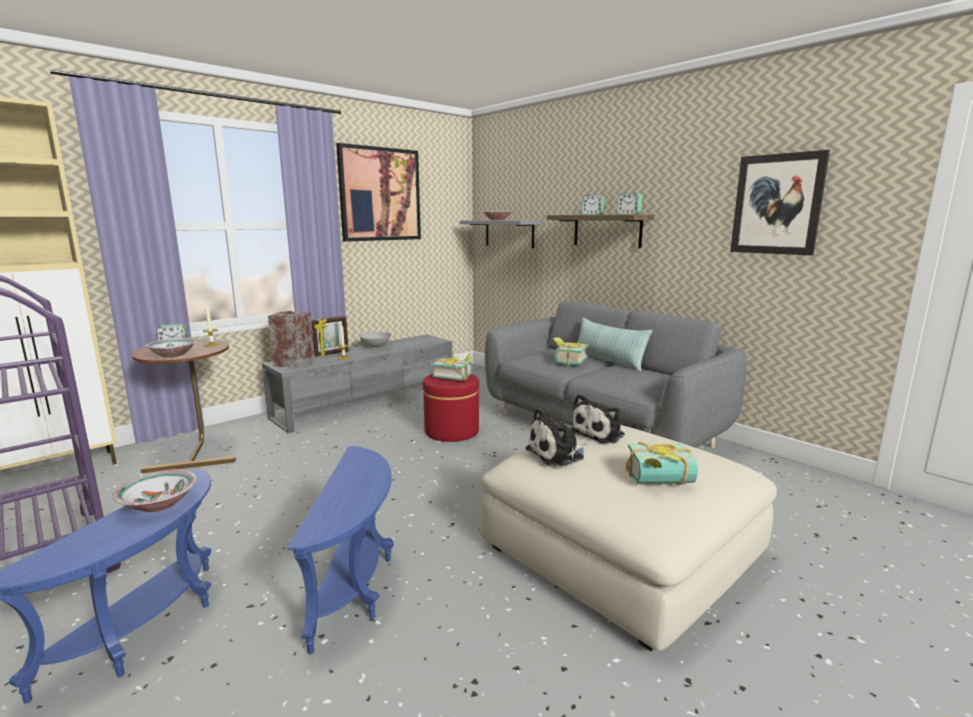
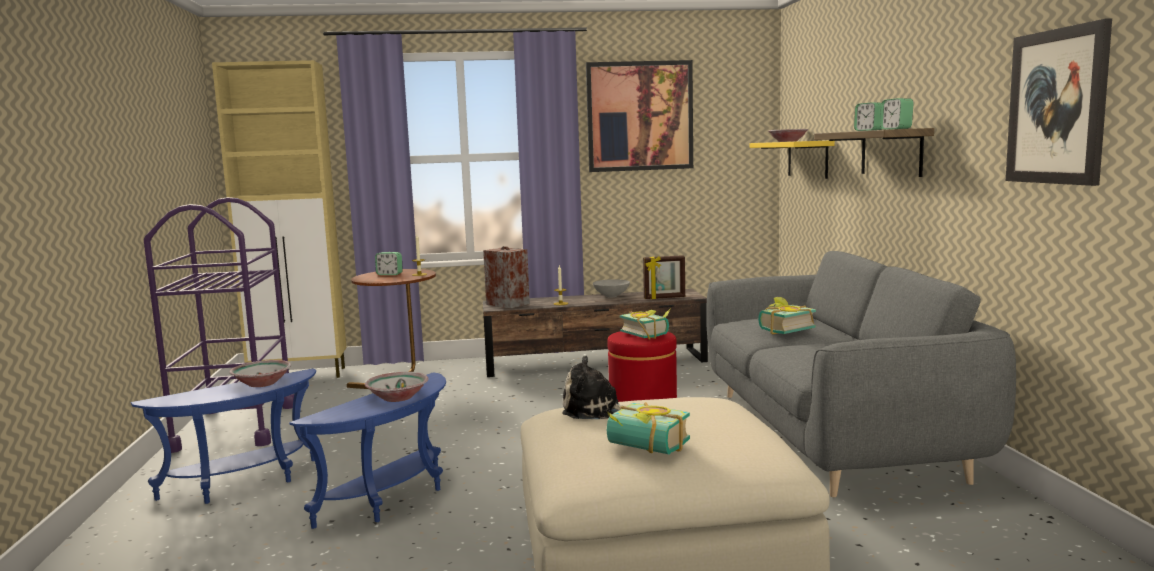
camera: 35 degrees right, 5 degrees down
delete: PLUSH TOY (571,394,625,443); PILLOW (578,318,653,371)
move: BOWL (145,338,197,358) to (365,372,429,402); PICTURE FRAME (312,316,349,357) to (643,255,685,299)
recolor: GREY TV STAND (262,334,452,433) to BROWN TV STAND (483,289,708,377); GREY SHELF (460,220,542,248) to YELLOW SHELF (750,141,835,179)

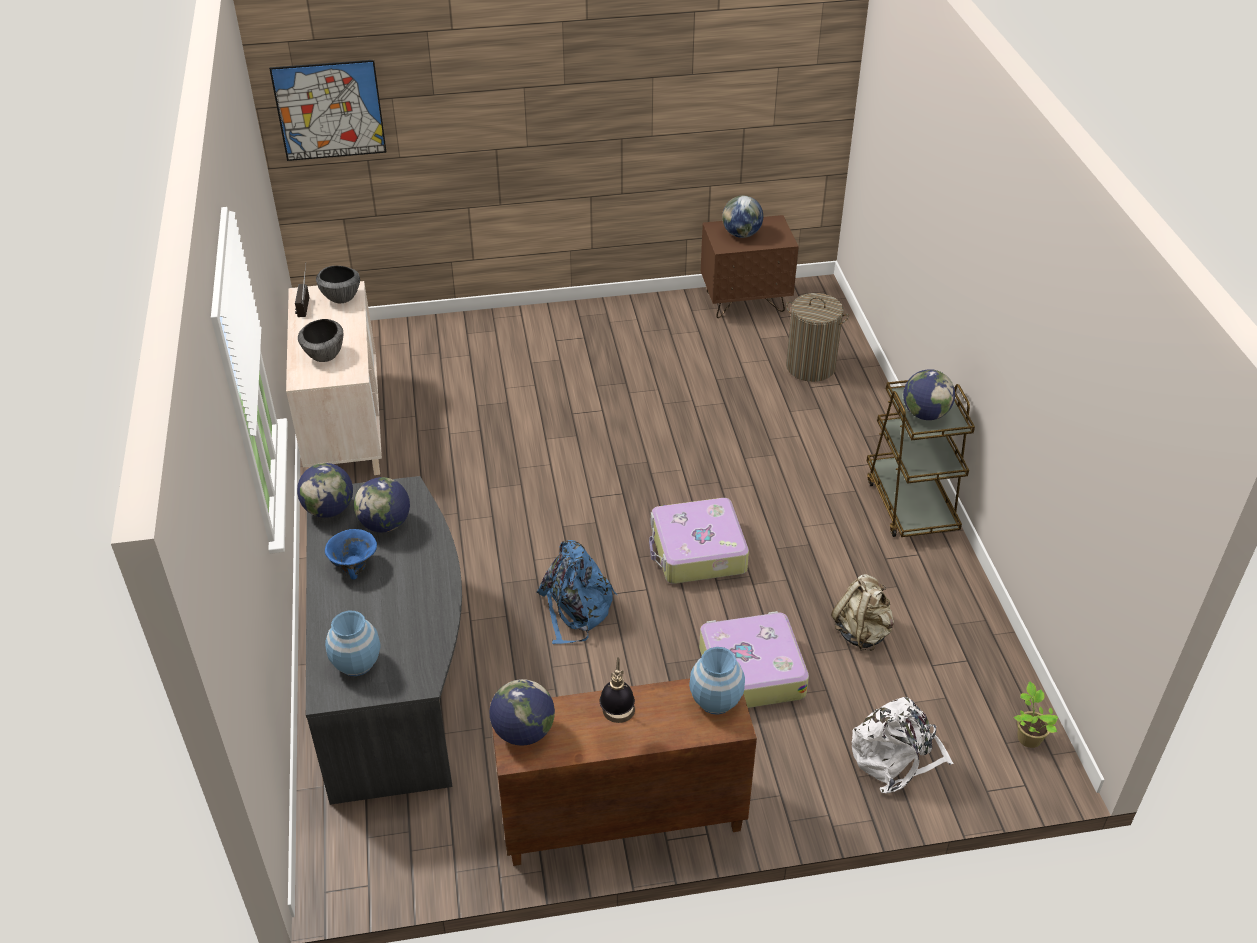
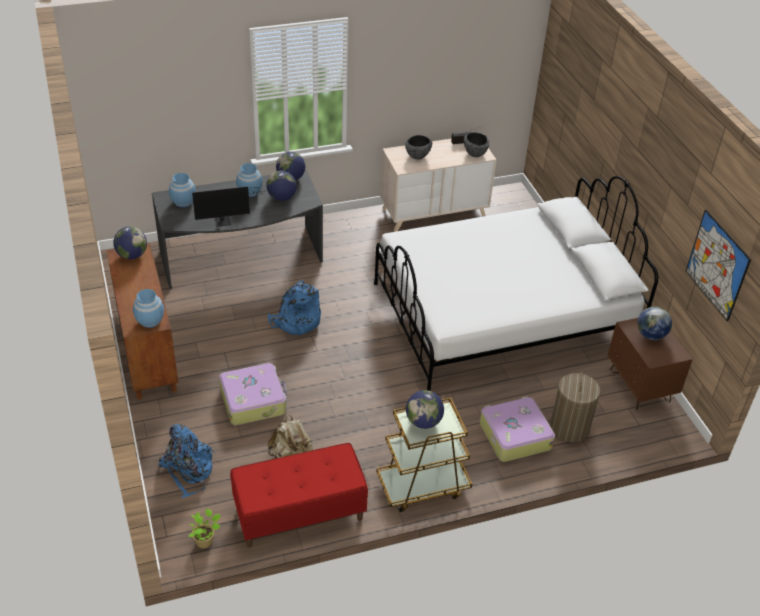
camera: 80 degrees right, 0 degrees up
delete: TABLE LAMP (600,657,635,723)
insert: MONITOR (192,187,262,227); RED BENCH (230,443,368,548); WHITE BED (374,176,659,391)
move: SUITCASE (649,498,749,584) to (480,396,555,462); PICTURE (269,60,387,161) to (686,210,751,322)
replace: BLUE BOWL (325,529,377,580) to BLUE VASE (236,163,263,197)
recolor: WHITE BACKPACK (852,697,954,793) to BLUE BACKPACK (158,424,214,498)

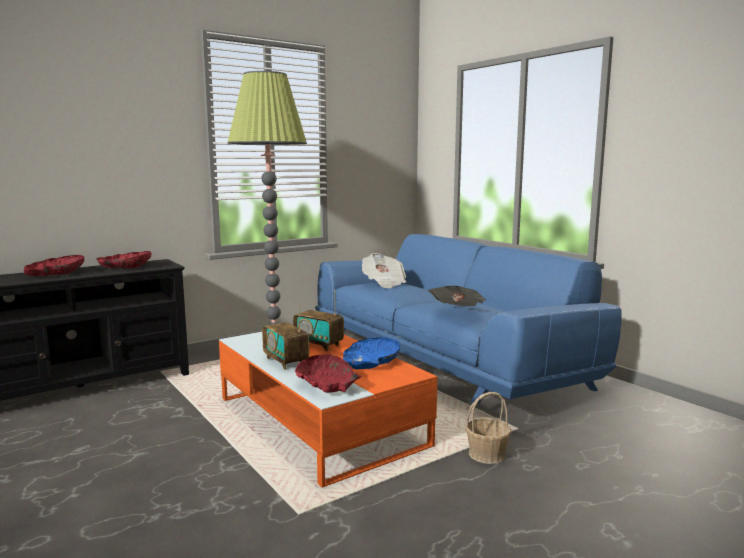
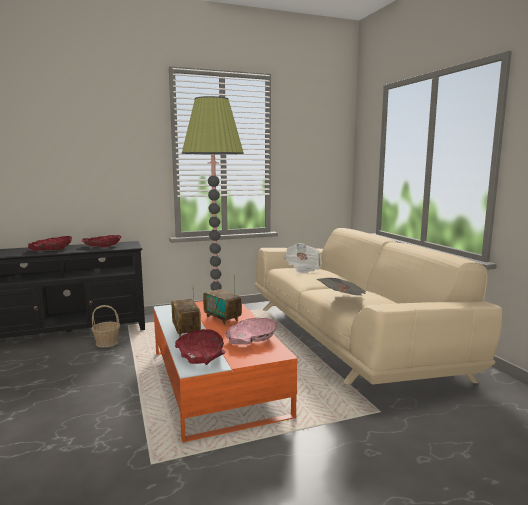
camera: 15 degrees right, 0 degrees up
move: BASKET (465,392,511,464) to (92,305,120,348)
recolor: BLUE BOWL (343,337,400,369) to PINK BOWL (225,318,277,345); BLUE SOFA (315,234,621,405) to BEIGE SOFA (255,228,502,385)

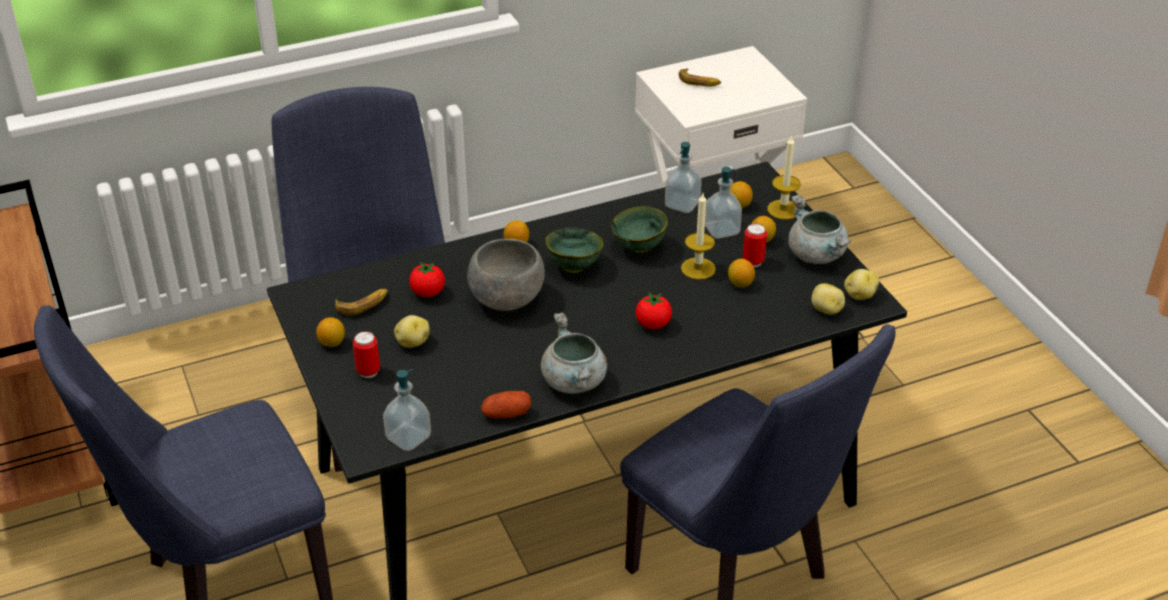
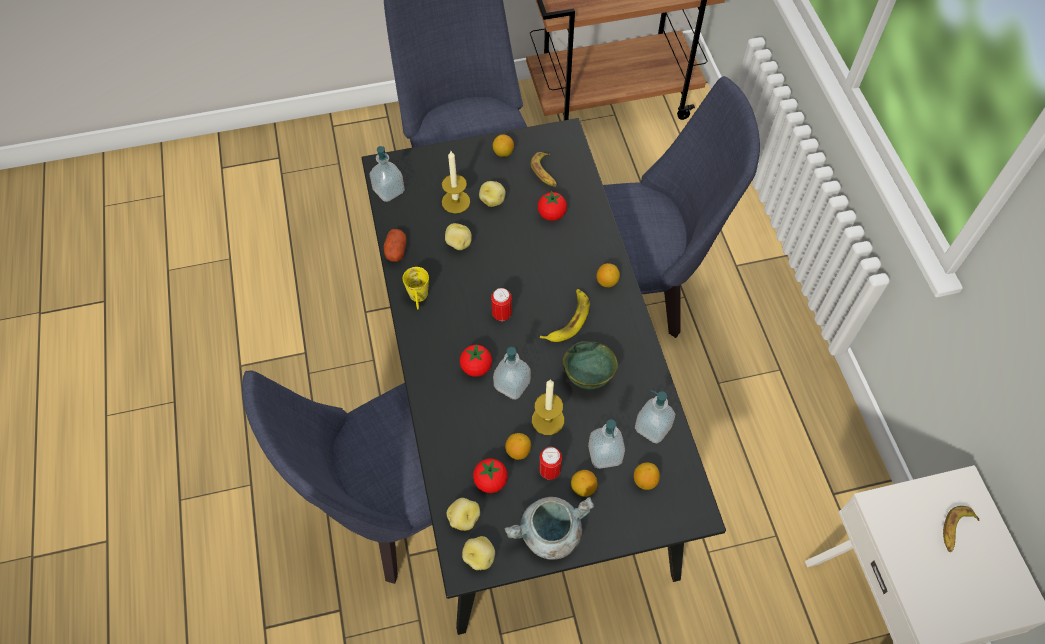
camera: 100 degrees right, 20 degrees up
delete: GREY BOWL (467,239,545,311)
insert: POTATO (445,223,472,250); TOMATO (473,459,508,493); SOAP DISPENSER (493,347,531,399)
move: CANDLE (767,135,801,220) to (442,151,470,213); CAN (353,331,380,378) to (491,288,512,321)
replace: GREY COOKING POT (541,313,607,394) to YELLOW MUG (403,267,429,309); GREEN BOWL (545,227,603,273) to BANANA (540,289,590,342)

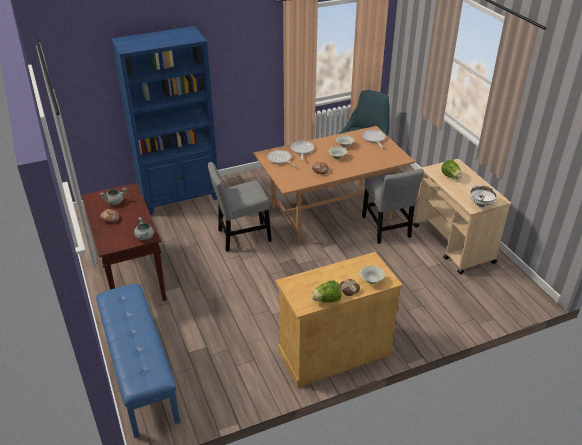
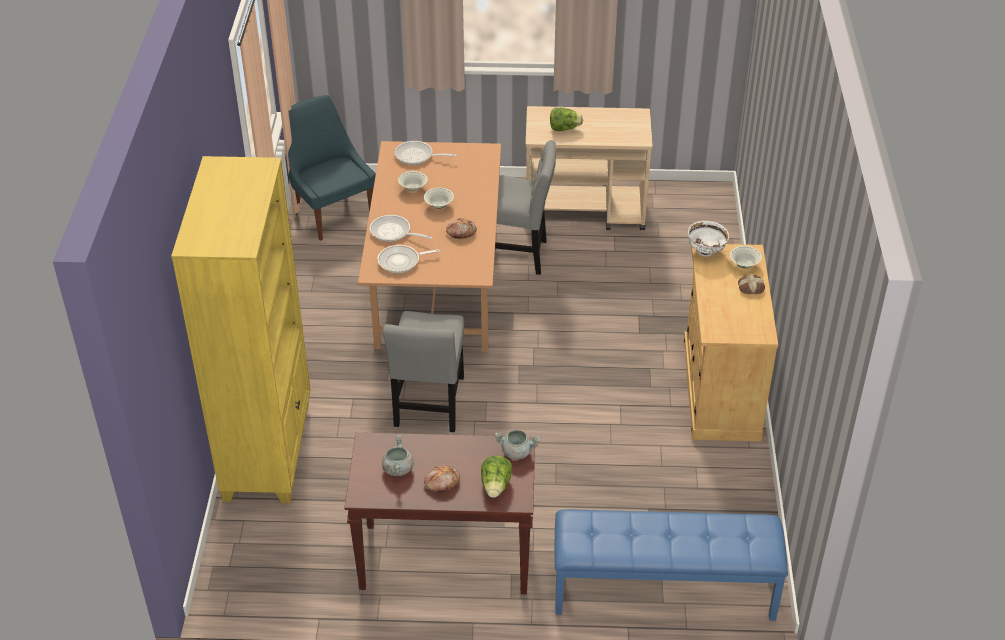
camera: 65 degrees left, 5 degrees up
move: LETTUCE (311,281,342,303) to (481,455,512,498); WHITE BOWL (470,185,498,208) to (688,221,729,256)
recolor: BLUE BOOKCASE (111,26,218,215) to YELLOW BOOKCASE (171,156,311,503)

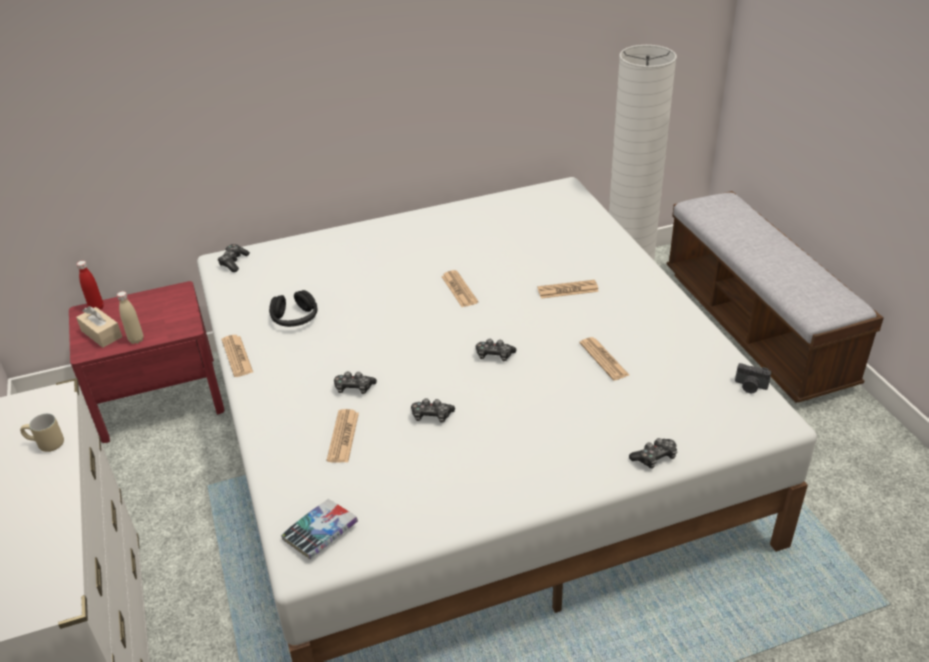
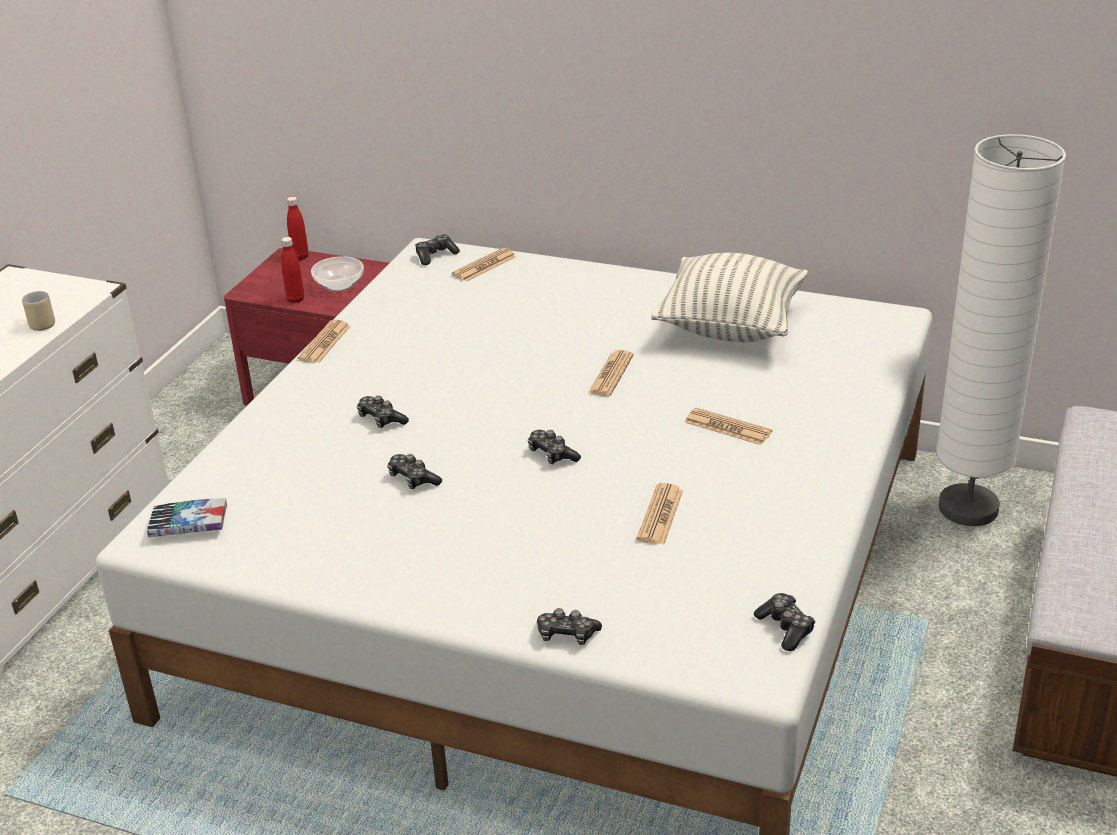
camera: 40 degrees right, 5 degrees down
delete: BEIGE TISSUE BOX (76,306,122,348); BLACK HEADPHONES (269,290,317,327)
insert: BOWL (311,256,364,292); PILLOW (651,253,808,342)
move: NEWSPAPER (327,409,359,463) to (452,248,516,282)
replace: PHOTO CAMERA (735,363,772,393) to GAME CONTROLLER (754,593,815,651)
recolor: BEIGE BOTTLE (117,291,144,344) to RED BOTTLE (281,237,304,303)

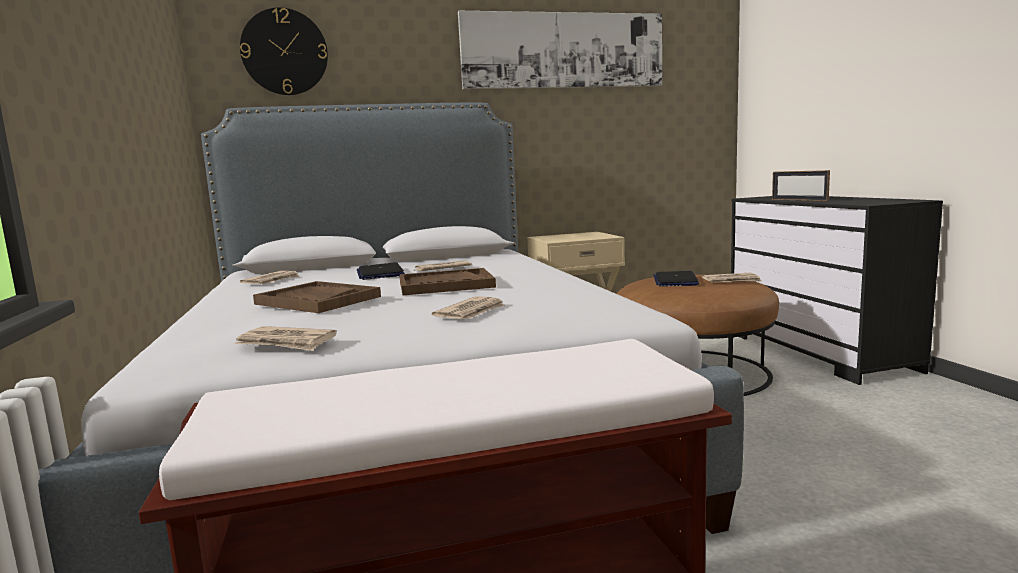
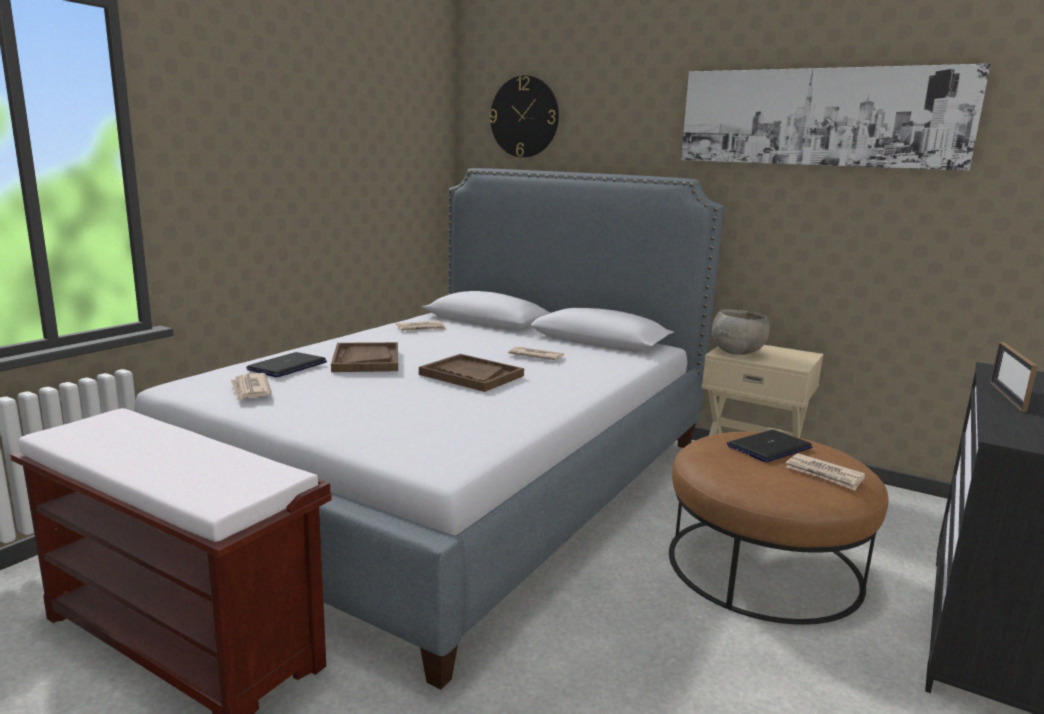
camera: 45 degrees right, 5 degrees up
delete: NEWSPAPER (432,296,505,319)
insert: GREY BOWL (712,309,770,355)
move: LAPTOP (357,262,405,280) to (246,352,327,377)

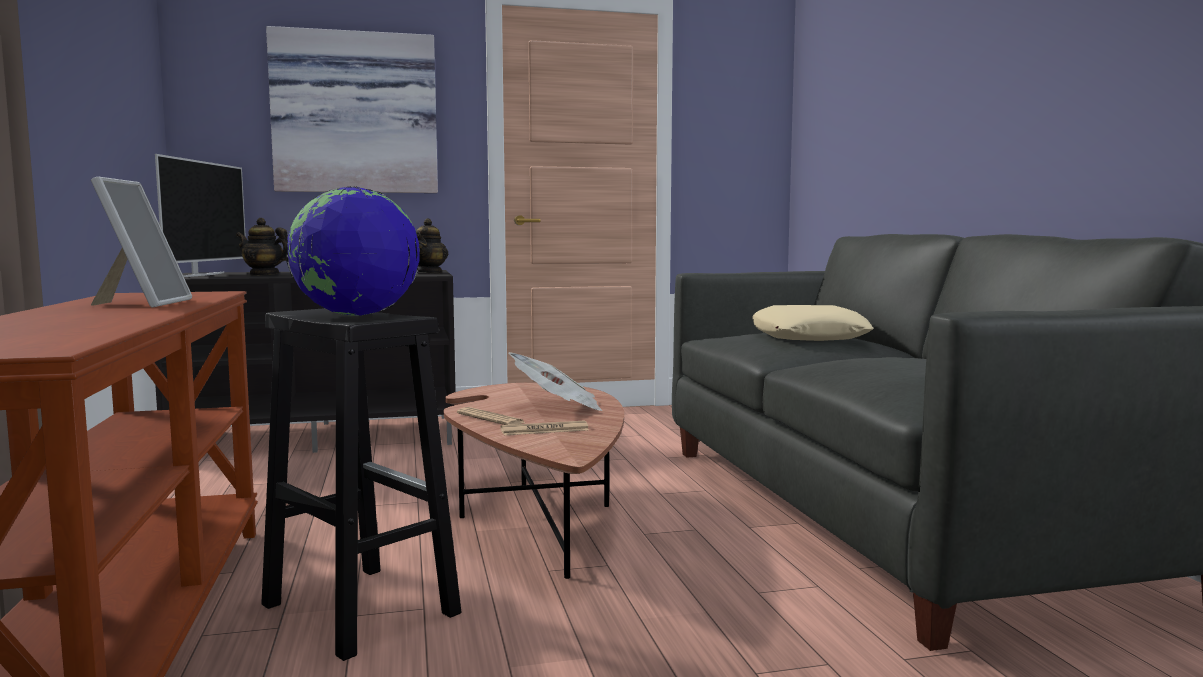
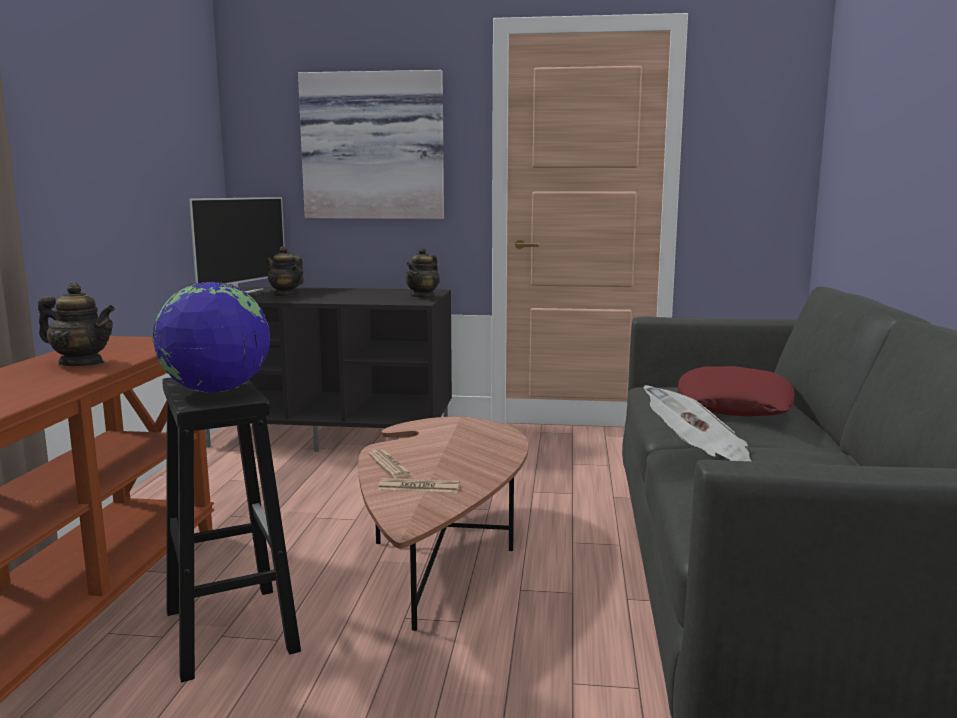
camera: 20 degrees right, 5 degrees up
move: NEWSPAPER (509,352,602,411) to (643,385,751,461)
replace: PICTURE FRAME (91,177,192,308) to TEAPOT (38,282,115,366)
recolor: BEIGE PILLOW (752,305,874,341) to RED PILLOW (678,366,795,416)

